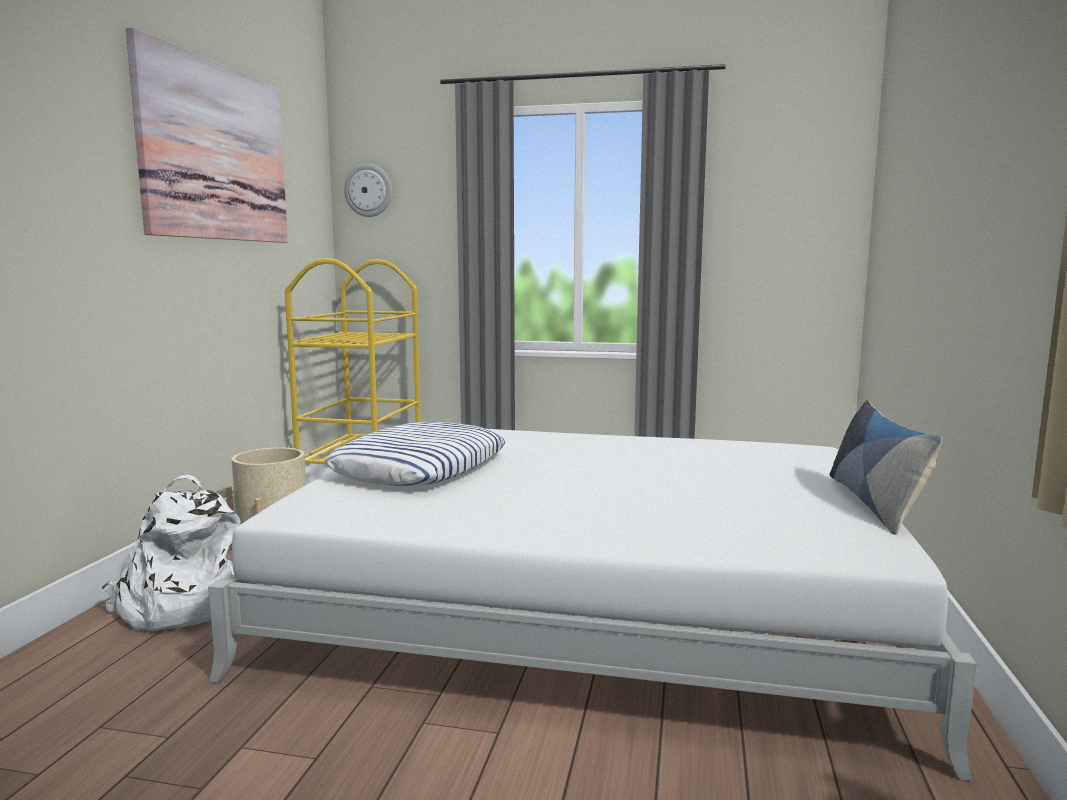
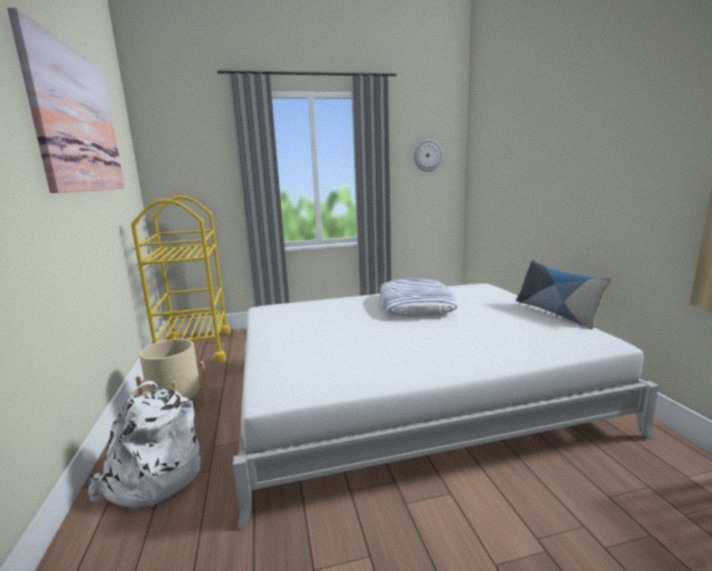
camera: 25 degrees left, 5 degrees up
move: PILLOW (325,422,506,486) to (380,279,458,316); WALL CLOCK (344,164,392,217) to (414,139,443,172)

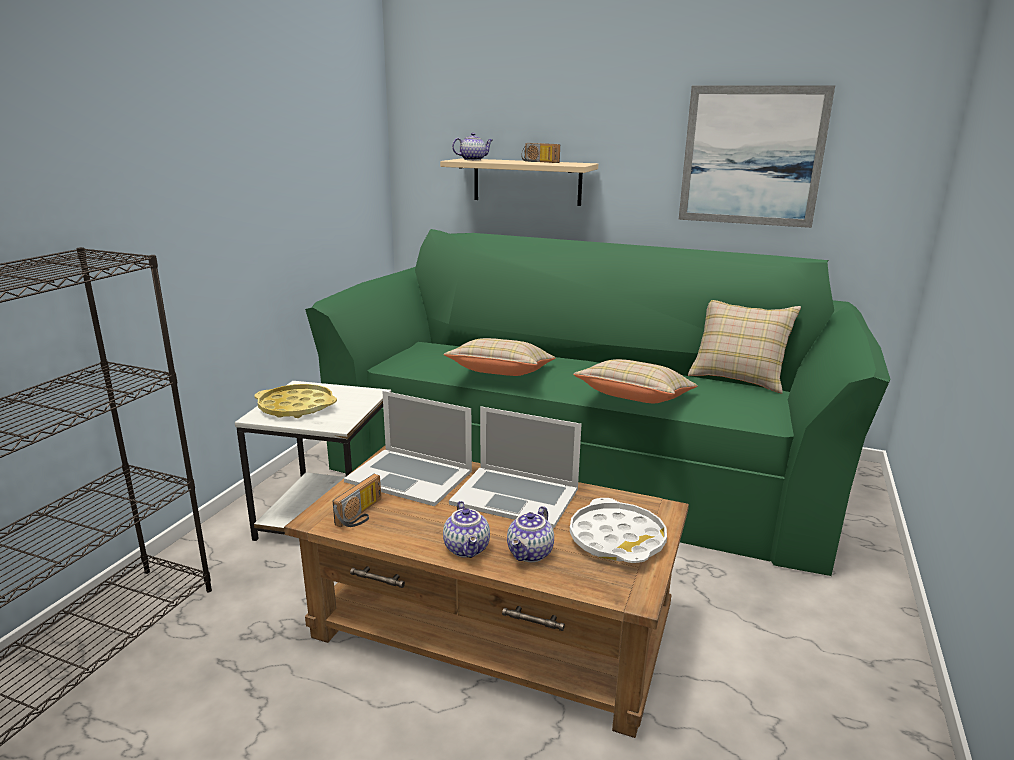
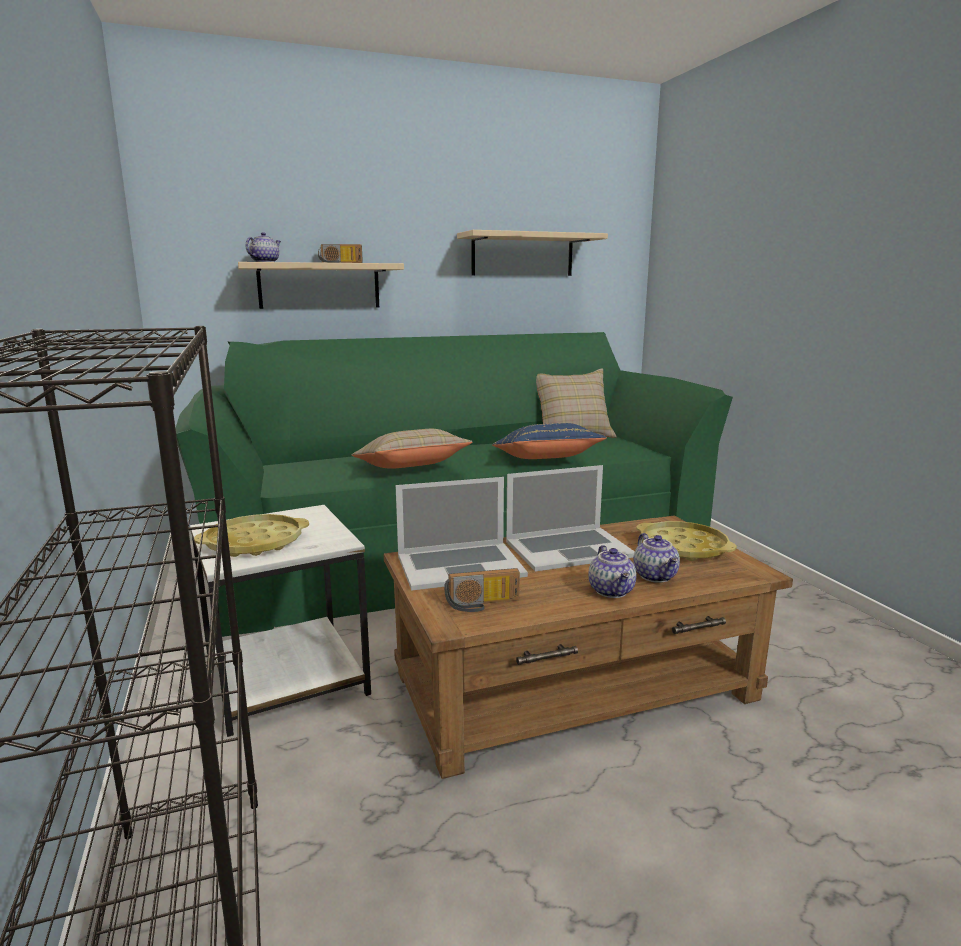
camera: 40 degrees left, 5 degrees down
replace: PICTURE (679,85,835,228) to BEIGE SHELF (457,230,608,276)
recolor: BEIGE PILLOW (573,359,698,403) to BLUE PILLOW (492,423,607,459); WHITE TRAY (570,498,667,563) to YELLOW TRAY (636,521,737,561)
rotate: RADIO (333,474,381,527) = (444,568,520,612) 90 degrees clockwise; TEAPOT (443,501,490,558) = (588,545,637,598) 45 degrees clockwise

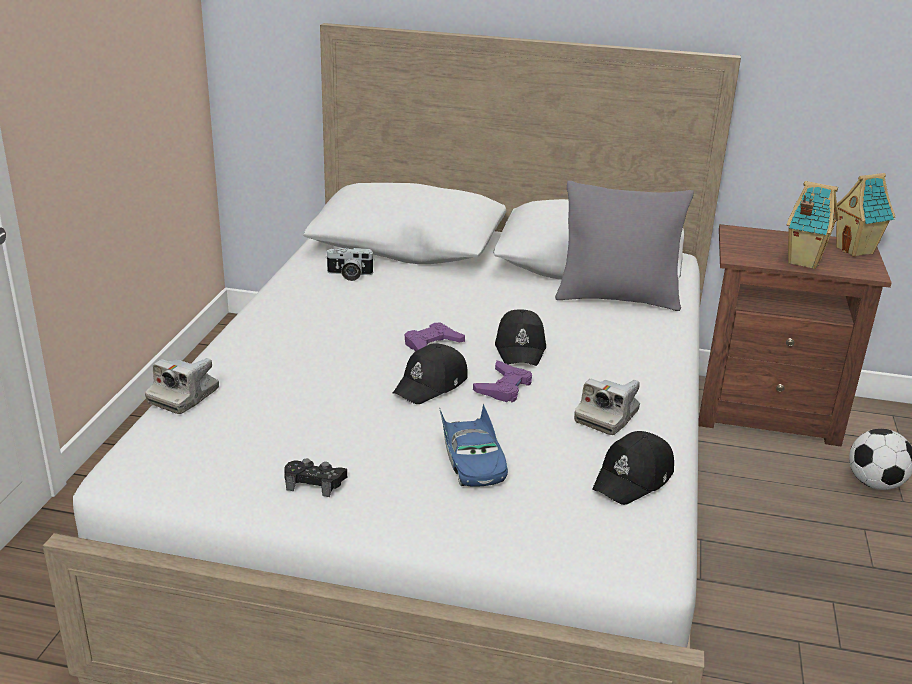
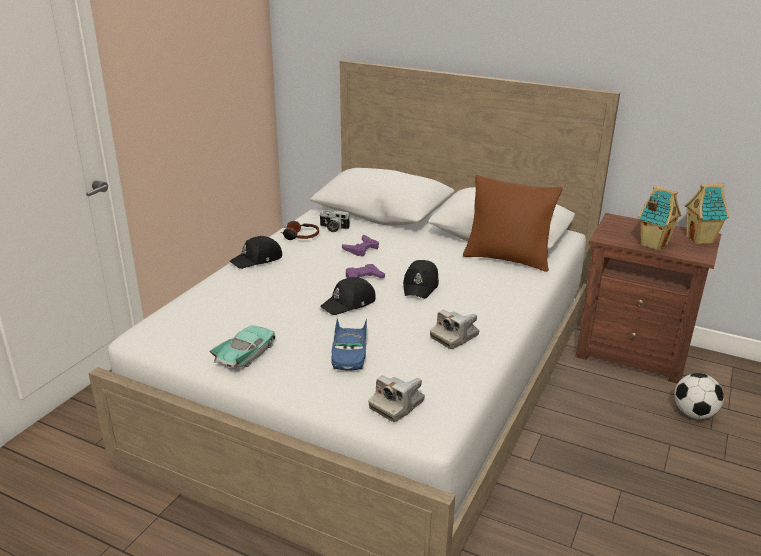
camera: 15 degrees right, 0 degrees up
insert: HEADPHONES (280,221,319,240)
move: BLACK CAP (592,431,674,505) to (230,236,282,269); PURPLE GAME CONTROLLER (473,361,532,402) to (342,235,379,257); PHOTO CAMERA (145,358,219,414) to (369,375,425,422)
replace: BLACK GAME CONTROLLER (284,458,347,497) to TURQUOISE TOY CAR (210,325,275,369)
recolor: GREY PILLOW (555,181,694,311) to BROWN PILLOW (463,175,563,272)

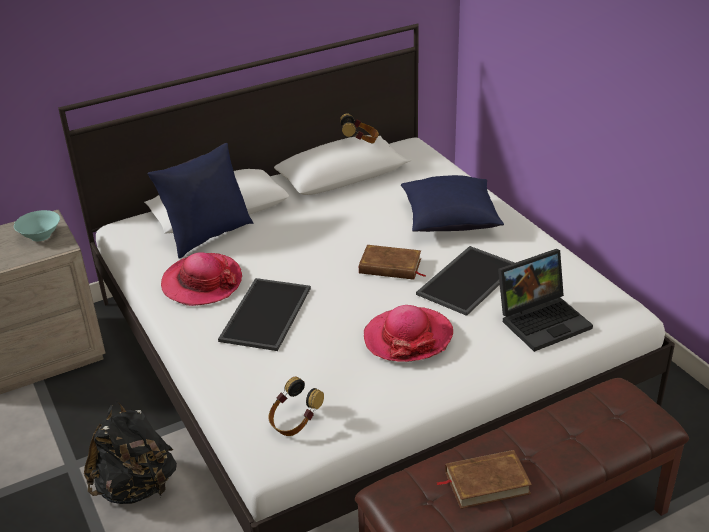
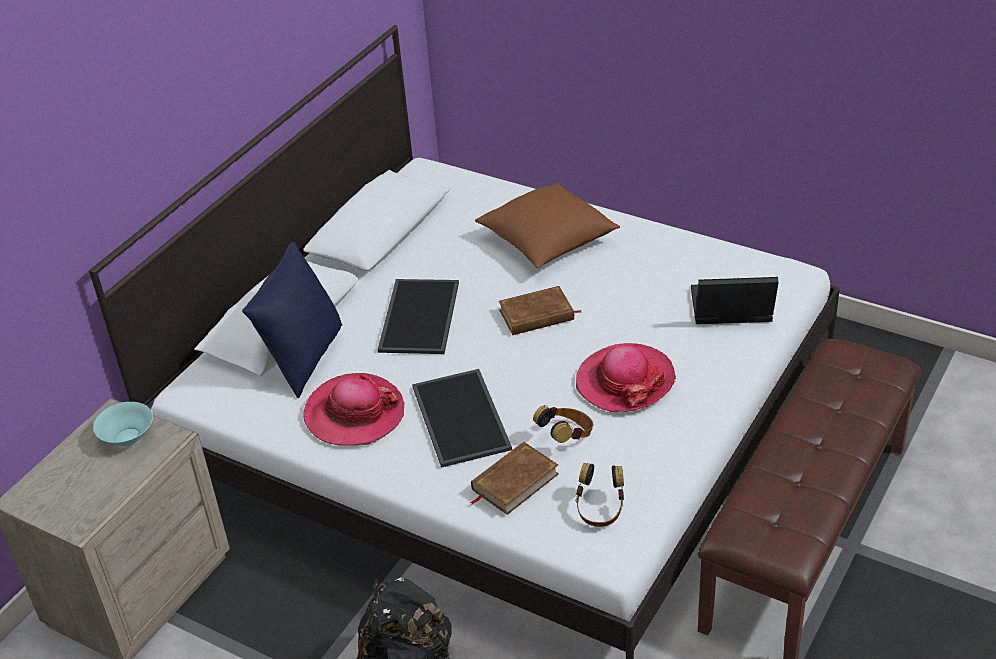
camera: 30 degrees left, 5 degrees up
move: TRAY (416,246,515,316) to (377,279,459,354); BROWN BOOK (436,450,532,509) to (469,442,559,515); HEADPHONES (340,113,379,143) to (533,405,593,443)
recolor: BLUE PILLOW (401,175,504,232) to BROWN PILLOW (475,183,620,268)
rotate: LAPTOP (498,249,593,352) = (691,277,779,324) 120 degrees counterclockwise

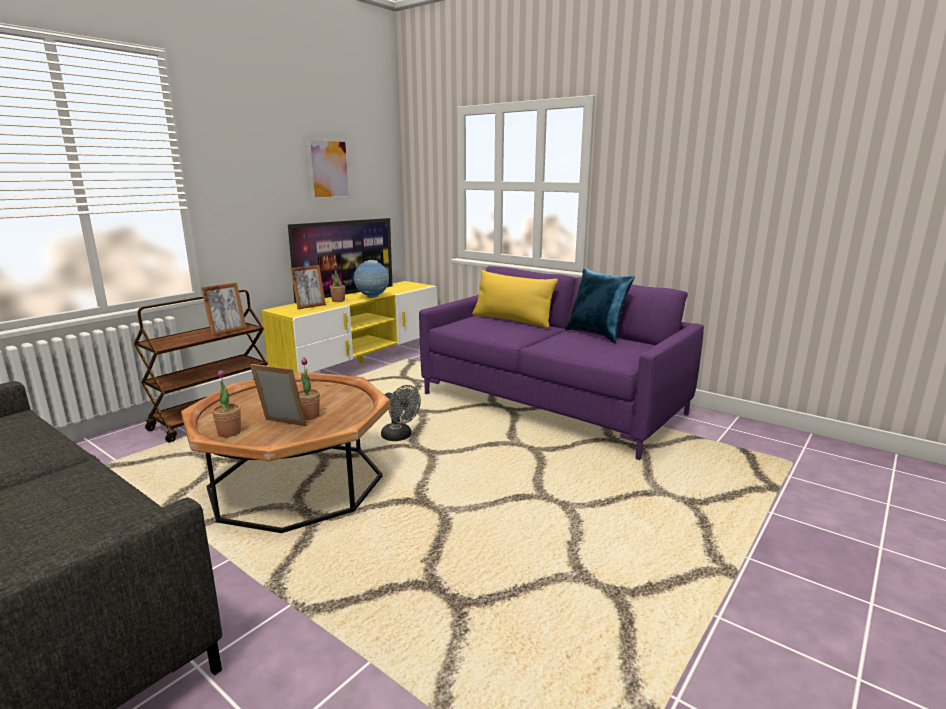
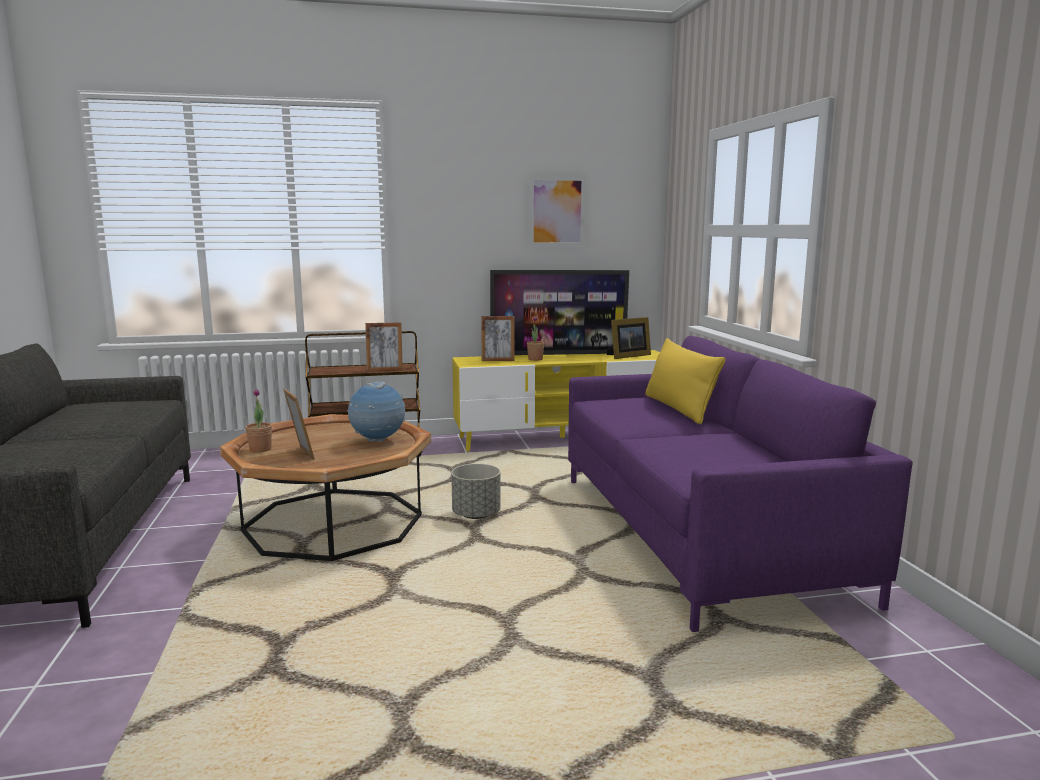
camera: 40 degrees right, 5 degrees down
delete: POTTED PLANT (298,357,320,420); BLUE PILLOW (564,268,635,343)
insert: PICTURE FRAME (607,317,651,359)
move: GLOBE (354,260,389,298) to (347,381,405,442)
replace: GREY FAN (381,385,421,441) to GREY PLANTER (451,464,501,519)

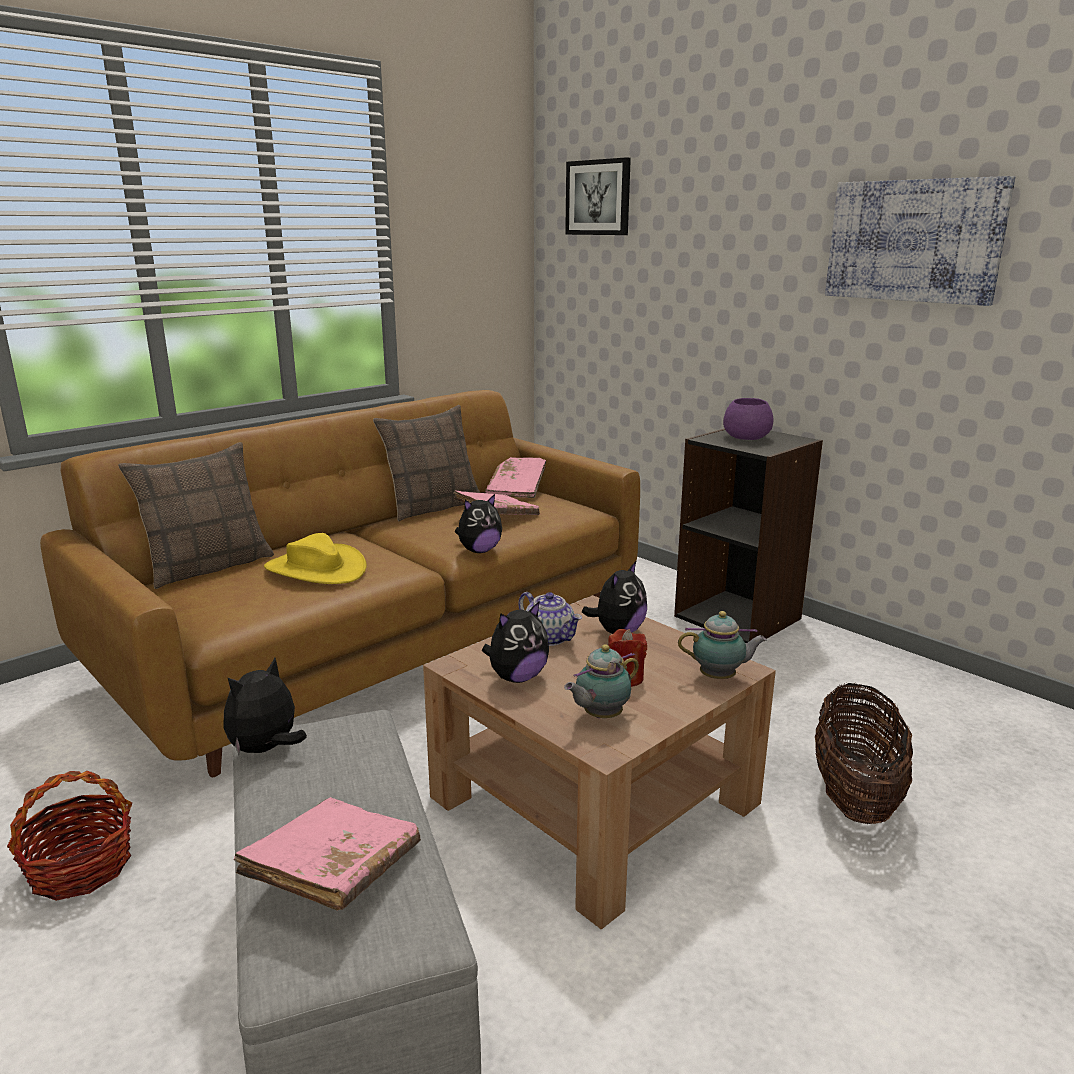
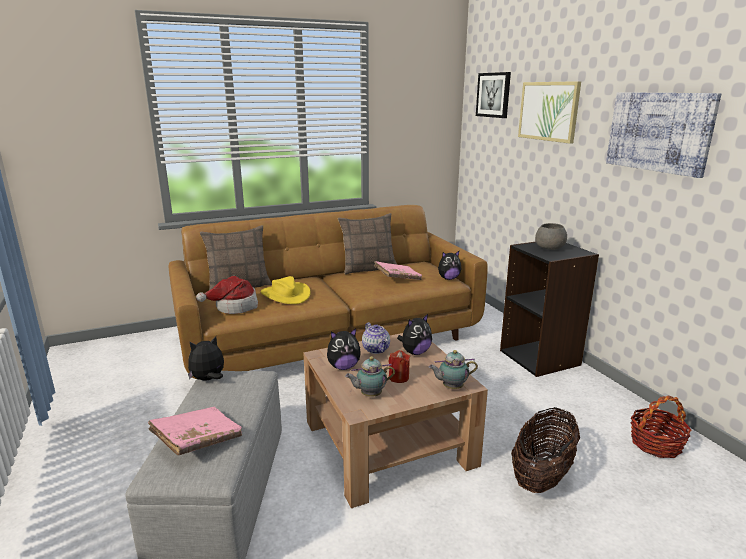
camera: 20 degrees right, 0 degrees up
delete: PINK BOOK (485,457,546,498)
insert: HAT (196,276,258,314); PICTURE (518,81,581,144)
move: PLUSH TOY (455,494,502,553) to (438,251,461,280); BASKET (7,771,132,901) to (631,396,692,458)
recolor: PURPLE BOWL (723,398,774,440) to GREY BOWL (535,223,567,250)
rotate: TEAPOT (678,611,767,679) = (429,350,478,389) 150 degrees clockwise

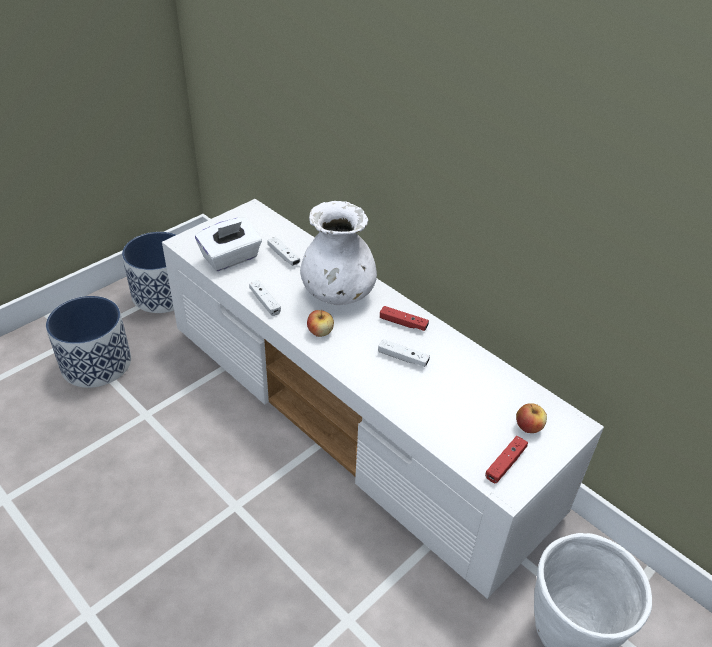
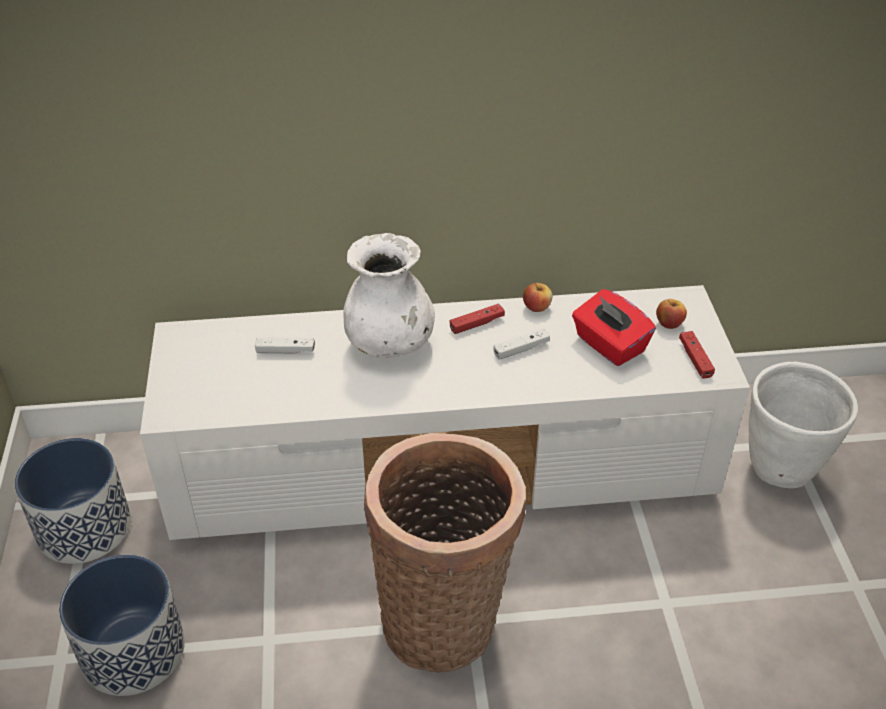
camera: 50 degrees left, 0 degrees up
delete: WHITE TISSUE BOX (195,217,262,271); WHITE GAME CONTROLLER (249,280,281,316)
insert: BASKET (364,433,525,672); RED TISSUE BOX (572,289,656,366)
move: APPLE (307,310,334,337) to (523,282,553,312)

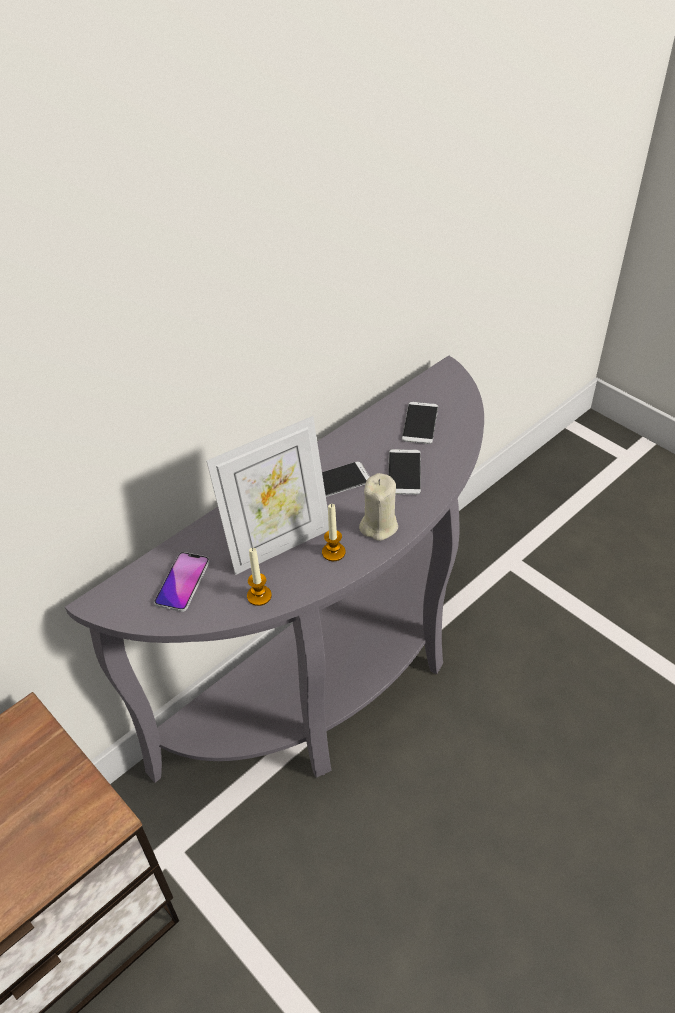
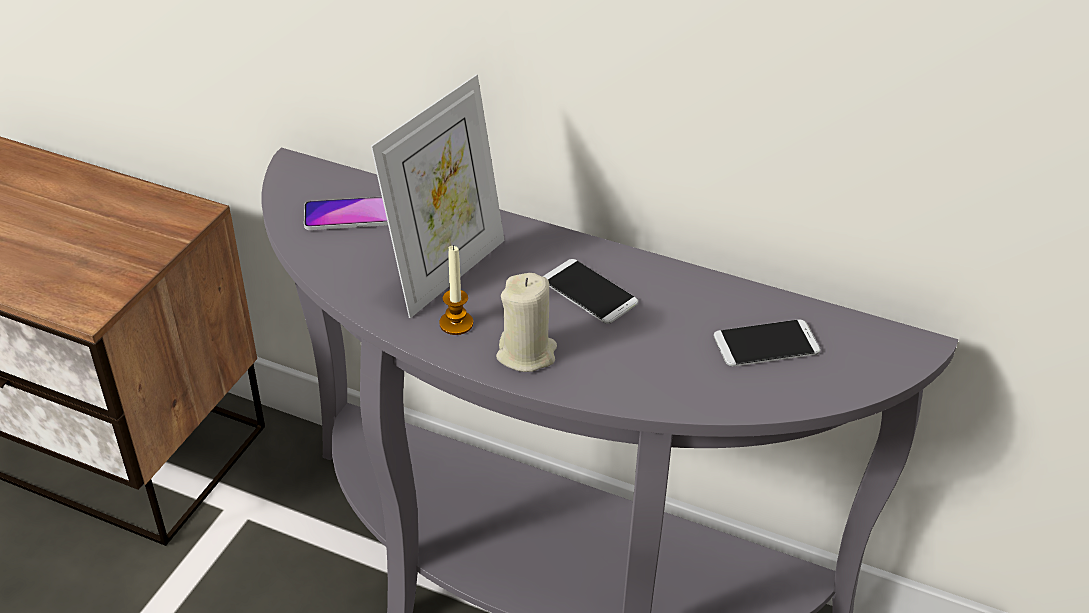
camera: 65 degrees right, 5 degrees down
delete: CANDLE (247,548,272,606); PHONE (388,449,421,495)
rotate: PICTURE FRAME (206,416,329,575) = (371,74,505,318) 90 degrees counterclockwise

